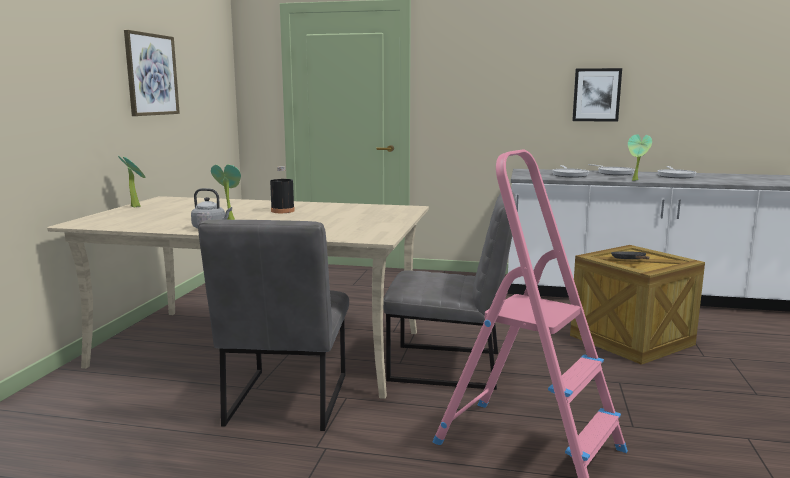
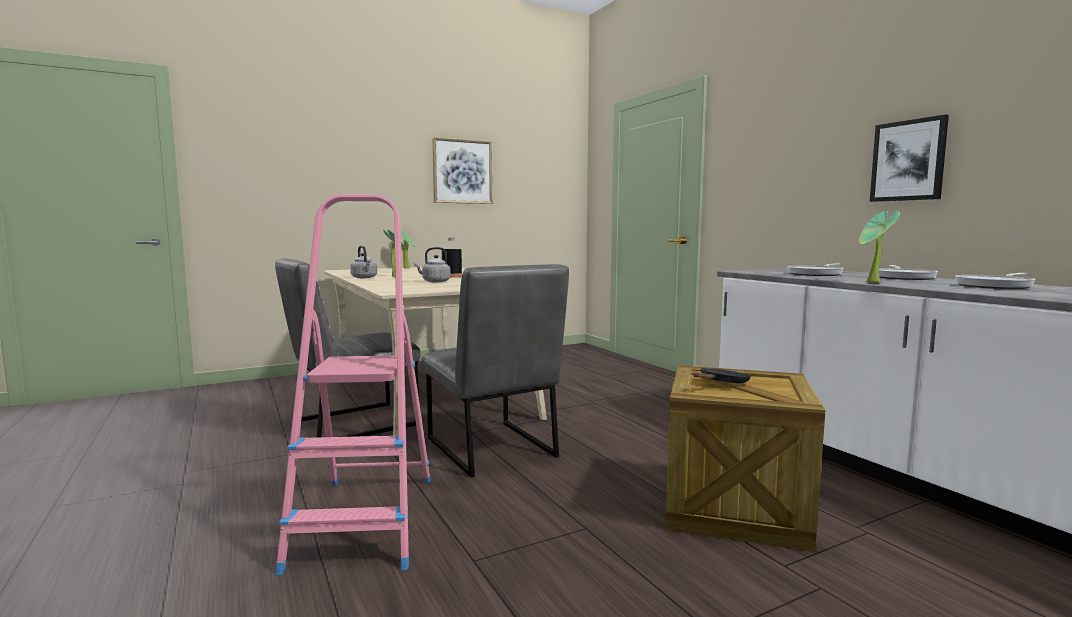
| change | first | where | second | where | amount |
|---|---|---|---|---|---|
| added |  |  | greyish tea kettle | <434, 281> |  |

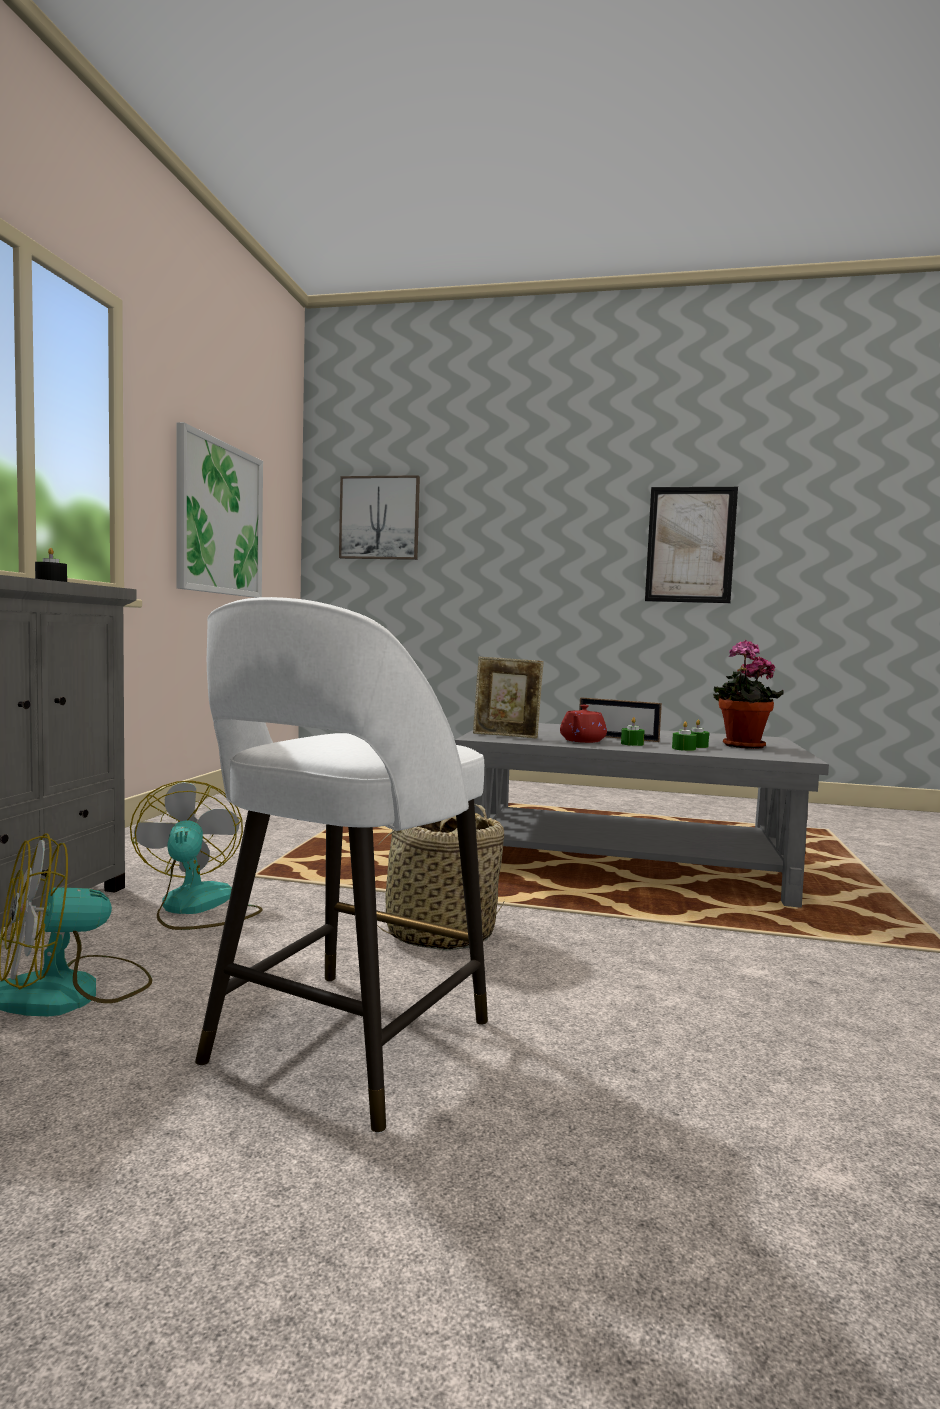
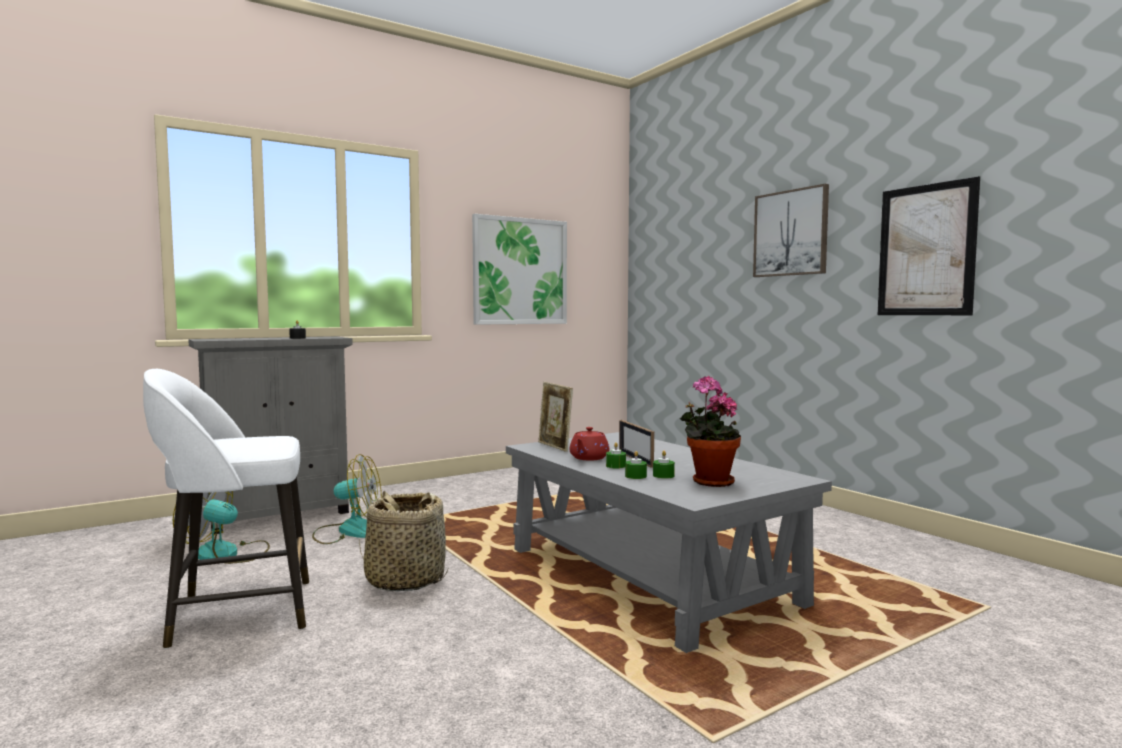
| change | first | where | second | where | amount |
|---|---|---|---|---|---|
| turned | fan | <197, 908> |  | <348, 531> | 60 degrees clockwise |
| moved | picture | <379, 518> |  | <790, 233> |  |
| turned | red teapot | <582, 741> |  | <588, 458> | 45 degrees counterclockwise |

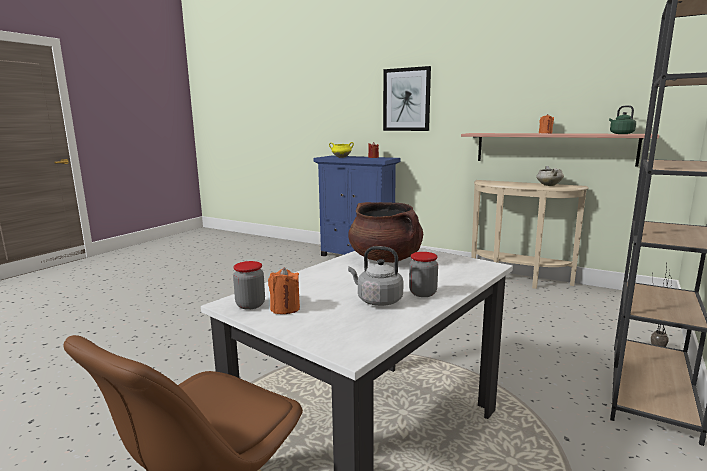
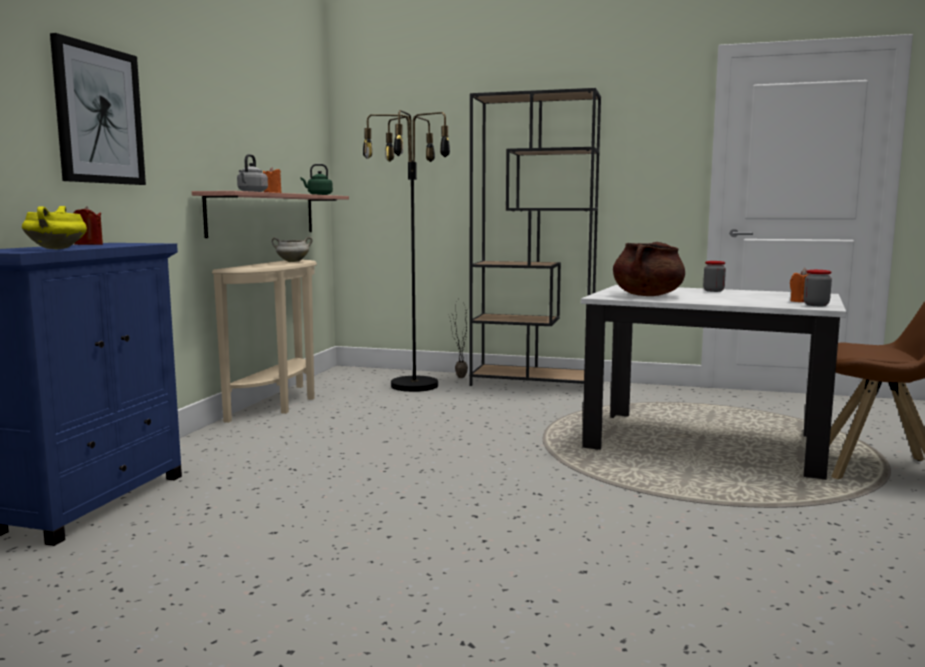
| change | first | where | second | where | amount |
|---|---|---|---|---|---|
| moved | greyish tea kettle | <377, 300> |  | <252, 192> |  |
| added |  |  | floor lamp | <413, 386> |  |

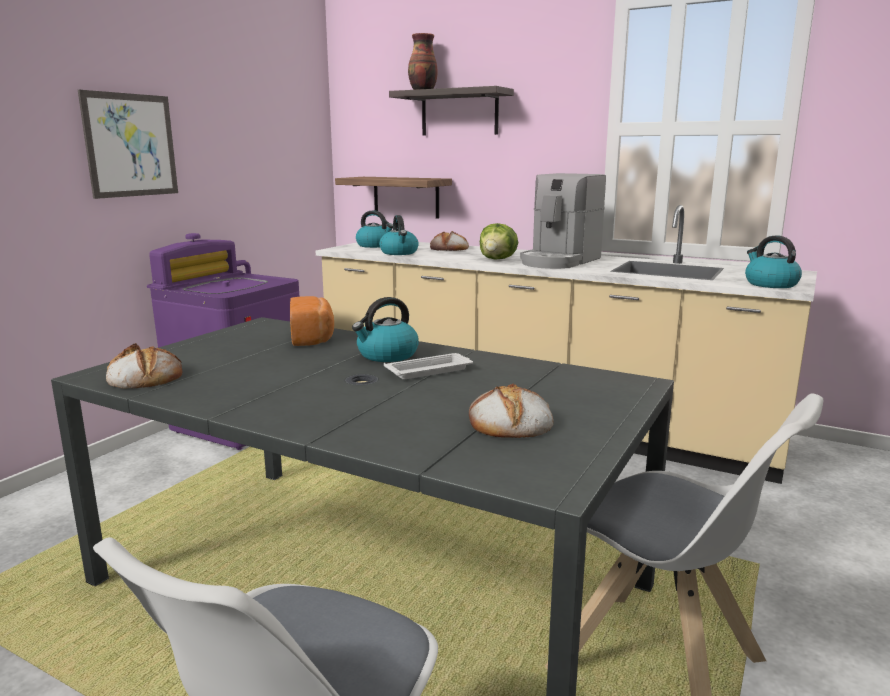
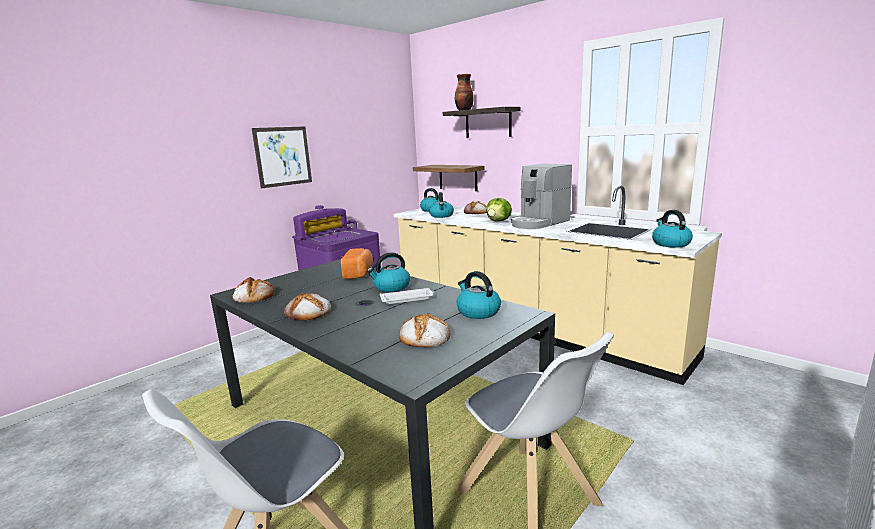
| change | first | where | second | where | amount |
|---|---|---|---|---|---|
| added |  |  | bread | <308, 313> |  |
| added |  |  | tea kettle | <477, 312> |  |

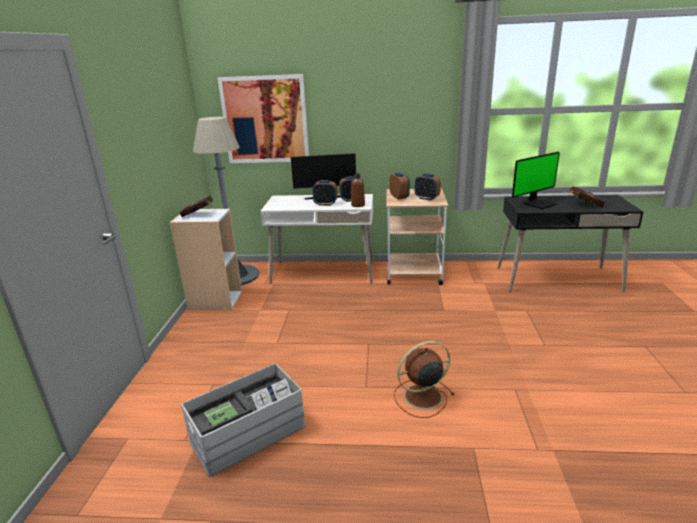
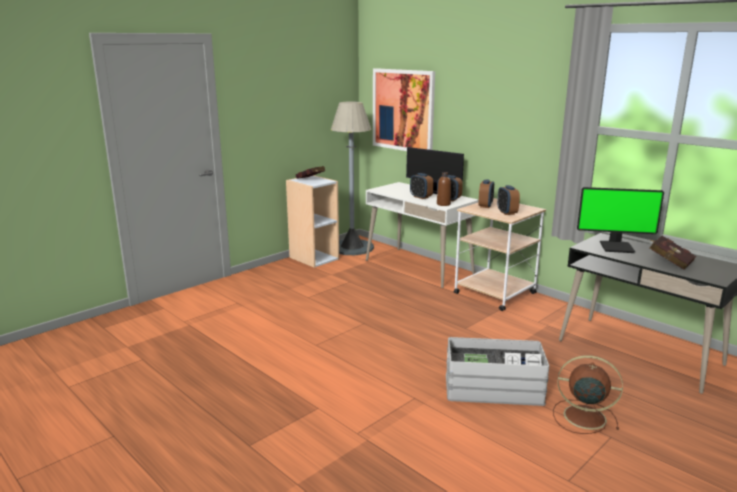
| change | first | where | second | where | amount |
|---|---|---|---|---|---|
| moved | greyish storage bin | <248, 432> |  | <493, 387> |  |
| moved | brown fan | <421, 397> |  | <582, 416> |  |

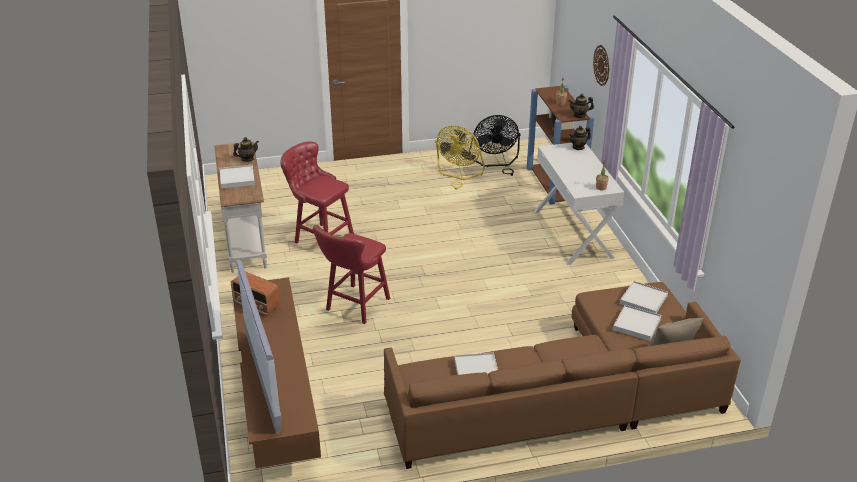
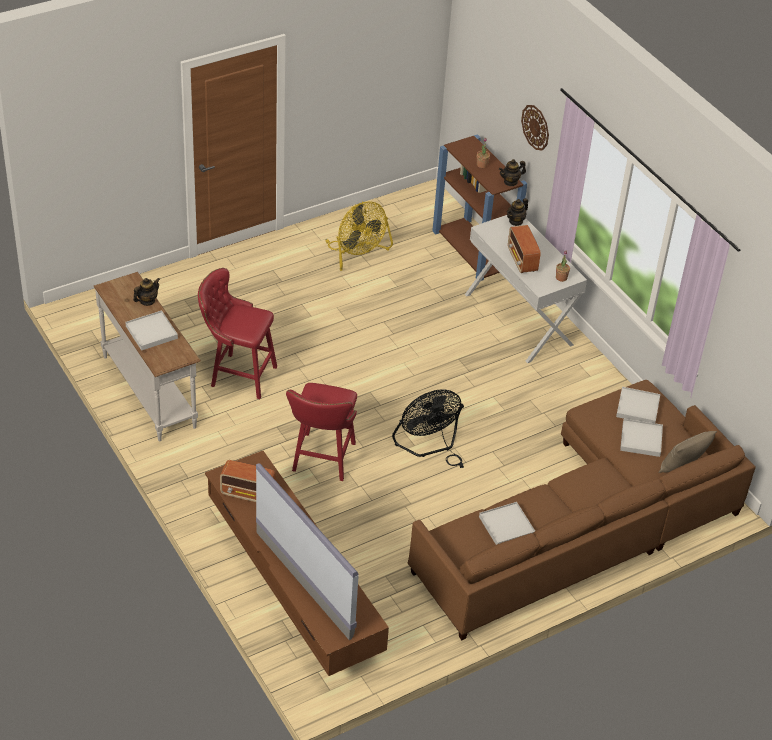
| change | first | where | second | where | amount |
|---|---|---|---|---|---|
| turned | yellowish fan | <457, 174> |  | <355, 254> | 135 degrees clockwise |
| moved | blackish fan | <497, 163> |  | <433, 445> |  |
| added |  |  | radio set | <522, 260> |  |

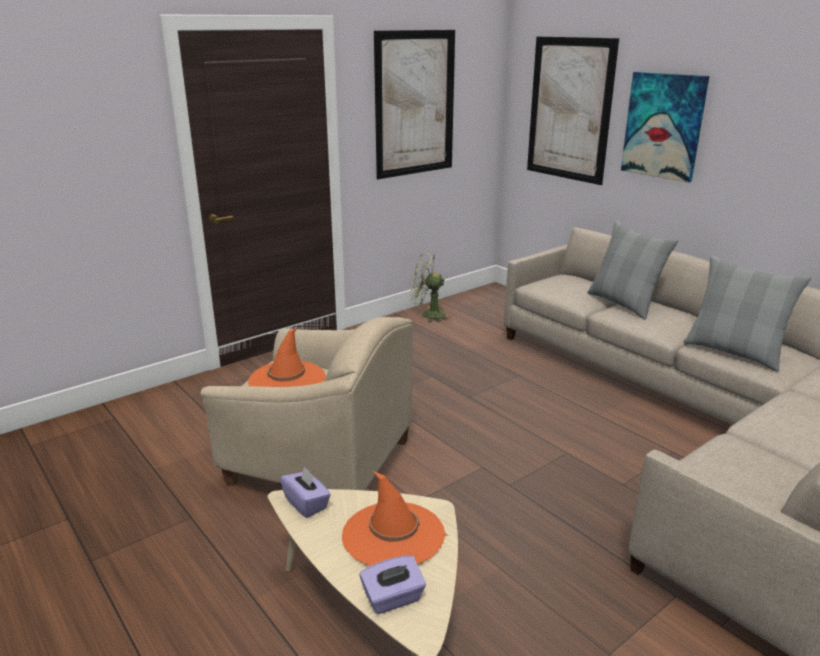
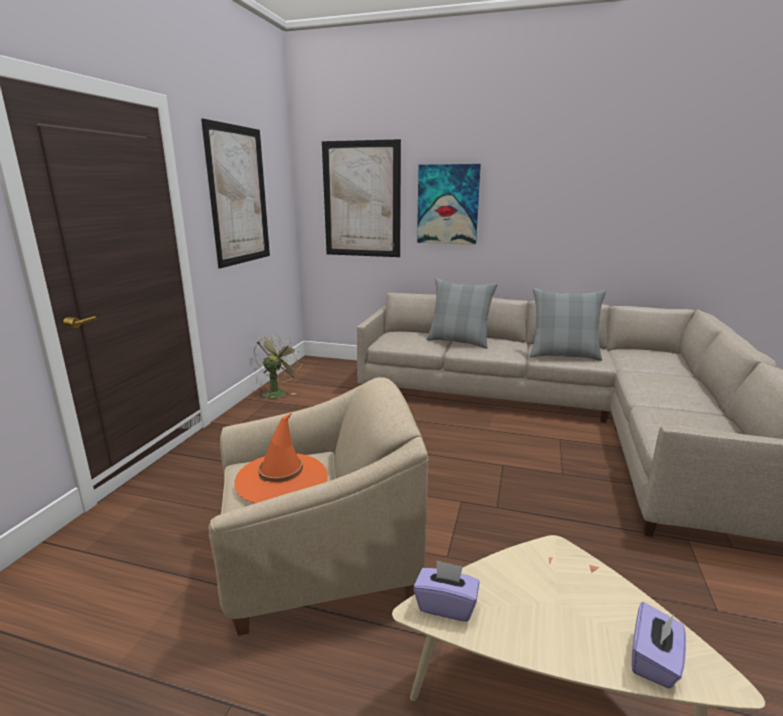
| change | first | where | second | where | amount |
|---|---|---|---|---|---|
| removed | orange clothing hat | <393, 535> |  |  |  |
| turned | greenish fan | <428, 315> |  | <277, 392> | 135 degrees clockwise |

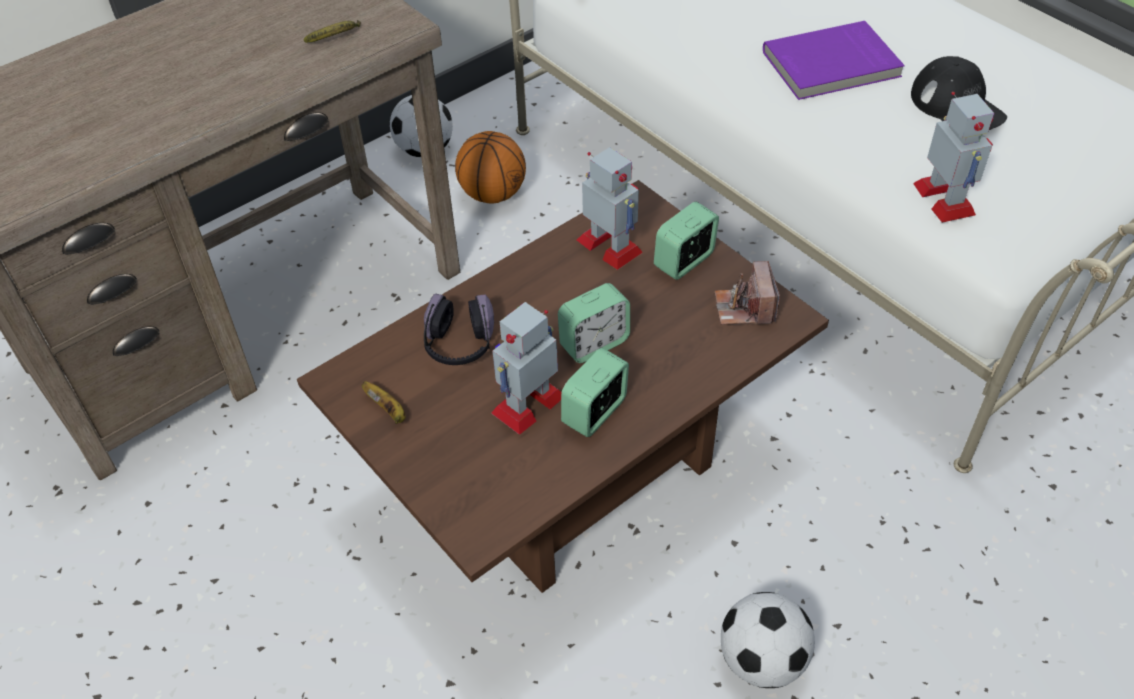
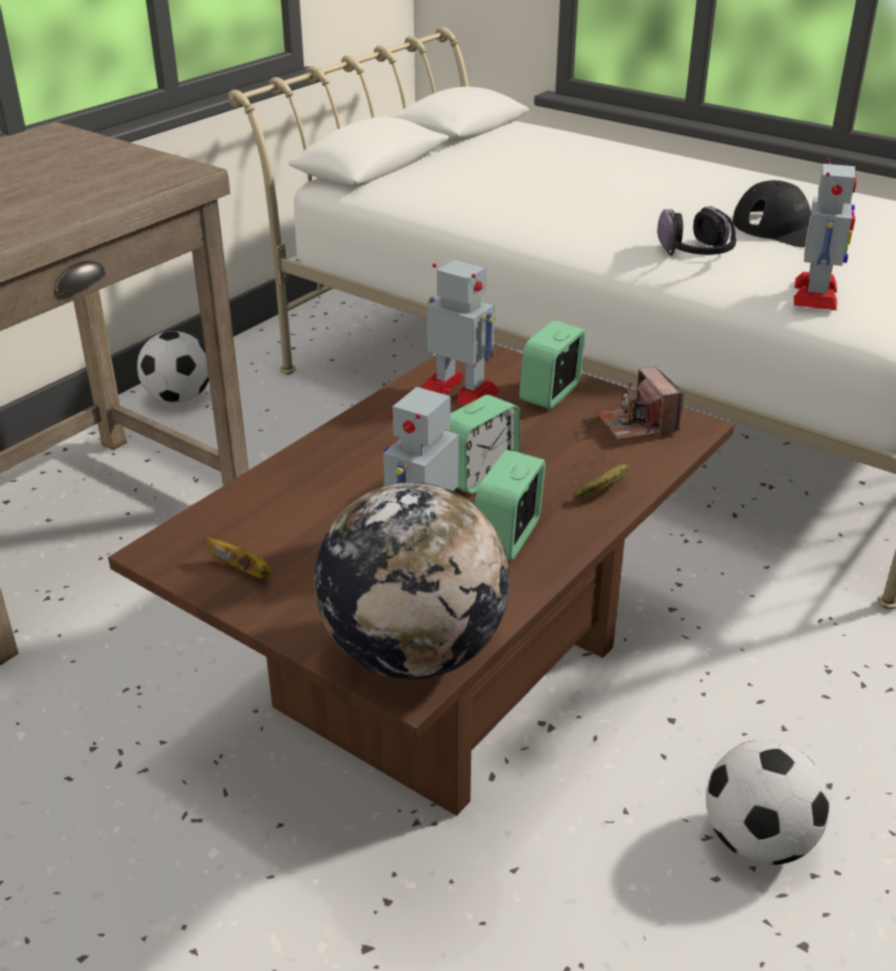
| change | first | where | second | where | amount |
|---|---|---|---|---|---|
| moved | banana fruit | <336, 38> |  | <606, 488> |  |
| moved | pair of headphones | <459, 344> |  | <696, 254> |  |
| removed | basketball | <493, 194> |  |  |  |
| removed | purple-coloured book | <832, 65> |  |  |  |
| turned | model robot | <944, 199> |  | <815, 294> | 45 degrees clockwise |
| added |  |  | globe | <414, 653> |  |

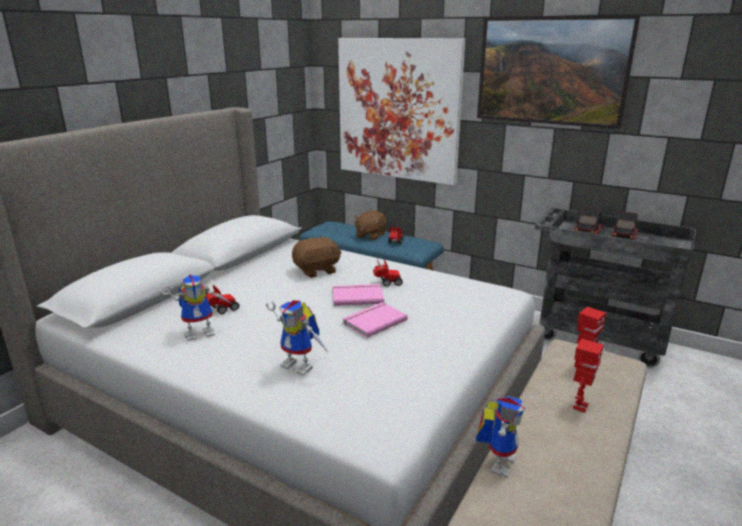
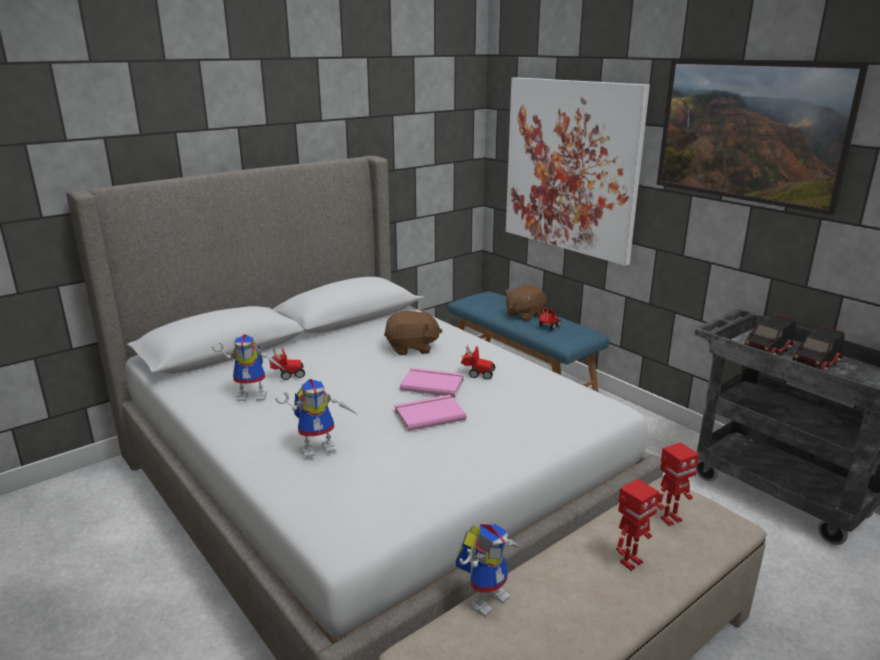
| change | first | where | second | where | amount |
|---|---|---|---|---|---|
| turned | model robot | <301, 365> |  | <320, 447> | 75 degrees counterclockwise |

